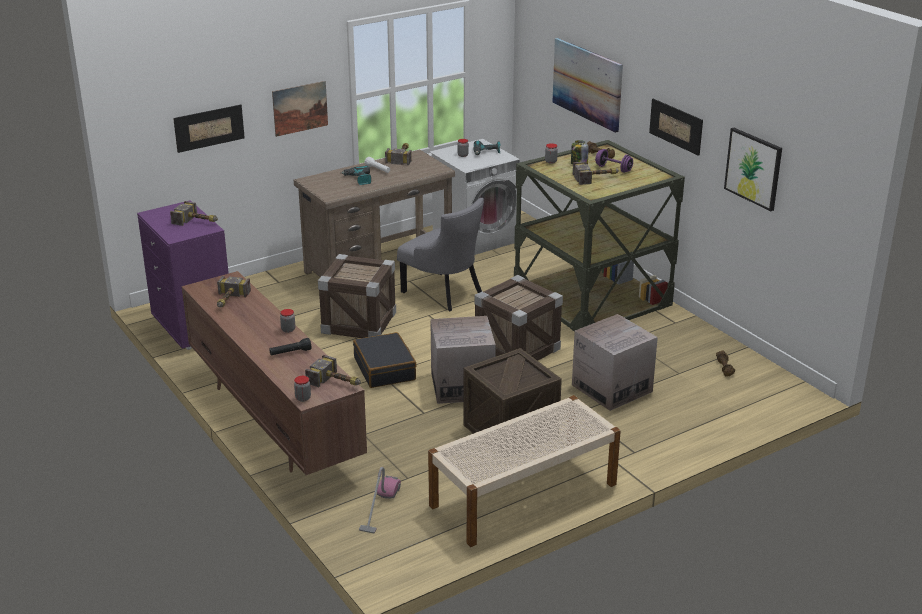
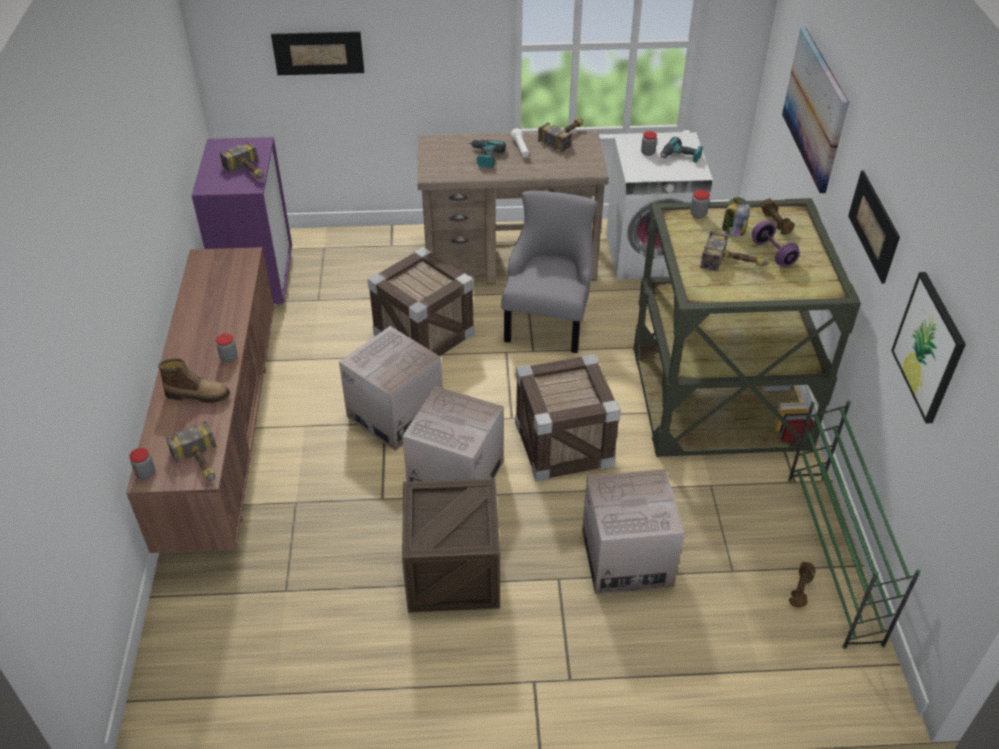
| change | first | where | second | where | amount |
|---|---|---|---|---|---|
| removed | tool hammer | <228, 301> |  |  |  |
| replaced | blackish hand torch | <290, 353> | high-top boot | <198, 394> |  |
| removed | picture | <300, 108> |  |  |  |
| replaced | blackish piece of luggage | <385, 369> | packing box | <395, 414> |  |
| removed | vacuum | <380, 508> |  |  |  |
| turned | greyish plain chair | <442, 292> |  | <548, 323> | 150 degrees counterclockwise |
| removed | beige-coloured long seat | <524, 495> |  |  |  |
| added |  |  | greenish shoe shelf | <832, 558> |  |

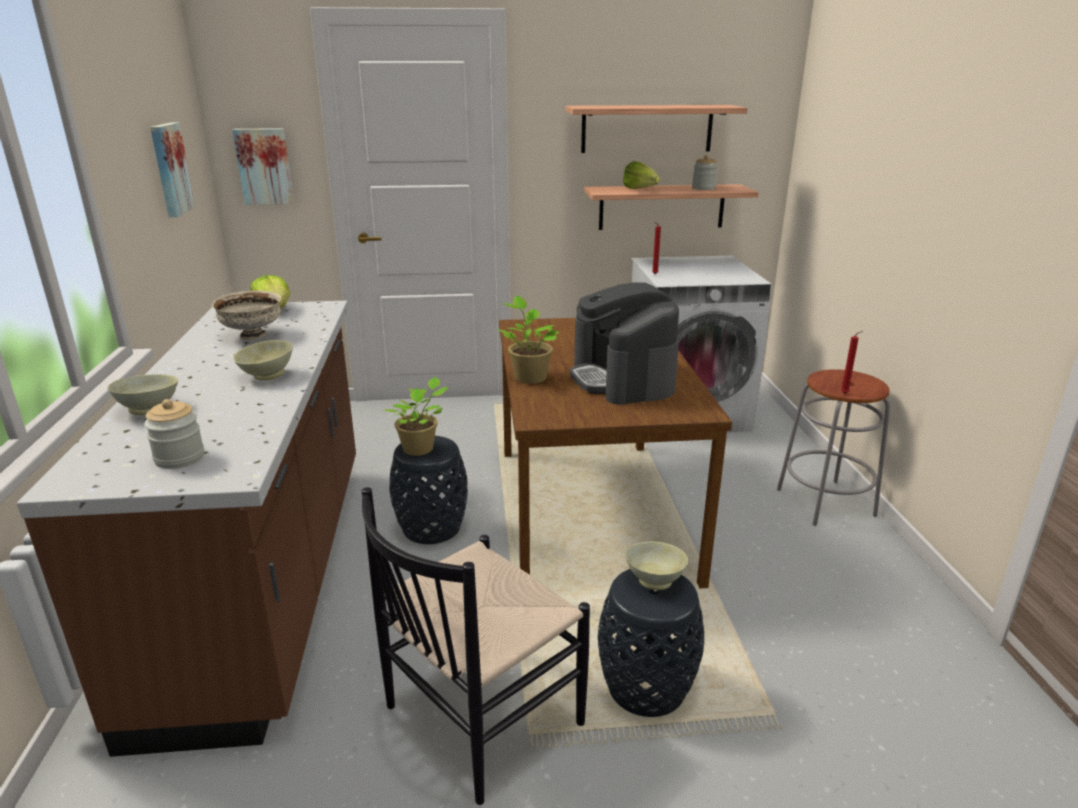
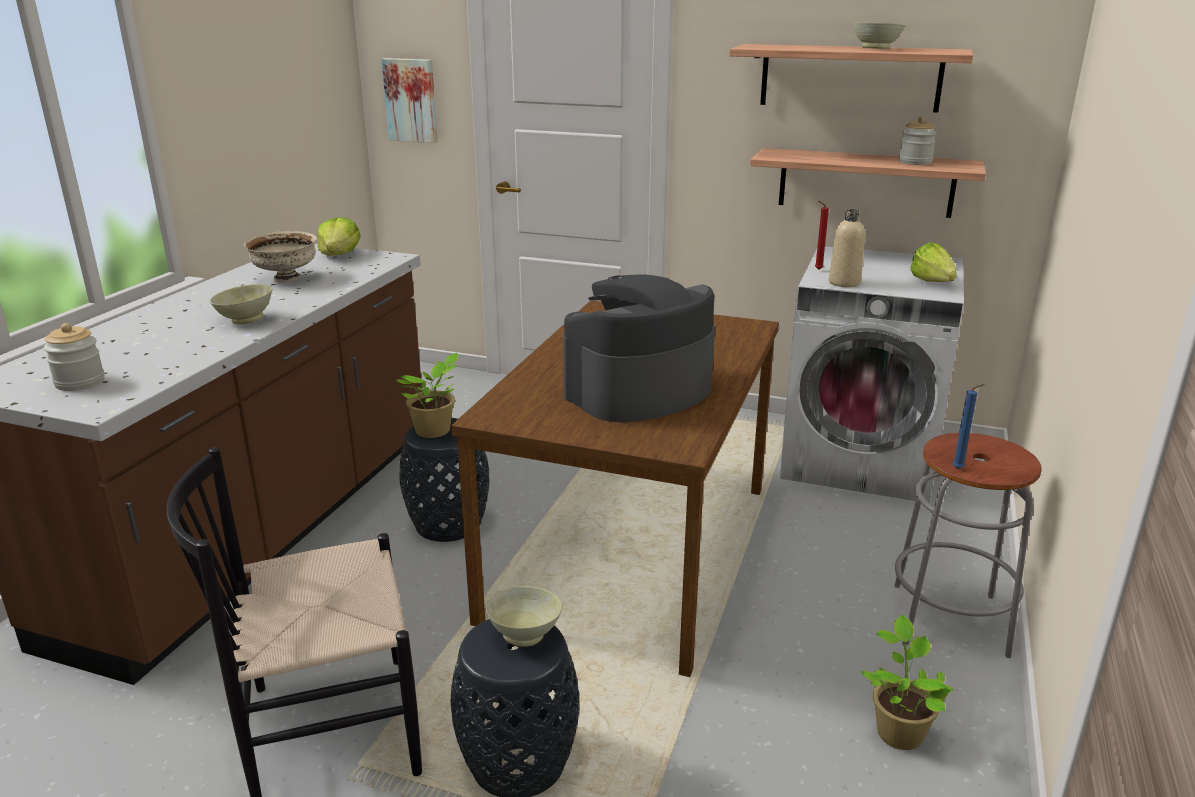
| change | first | where | second | where | amount |
|---|---|---|---|---|---|
| moved | beige-coloured serving bowl | <150, 409> |  | <876, 49> |  |
| removed | picture | <169, 169> |  |  |  |
| moved | houseplant | <529, 377> |  | <898, 731> |  |
| turned | coffee maker | <622, 379> |  | <638, 392> | 45 degrees clockwise |
| moved | lettuce | <642, 190> |  | <934, 284> |  |
| recoloured | red candle | <845, 393> | blue candle | <959, 469> |  |
| added |  |  | beige-coloured drink bottle | <844, 283> |  |

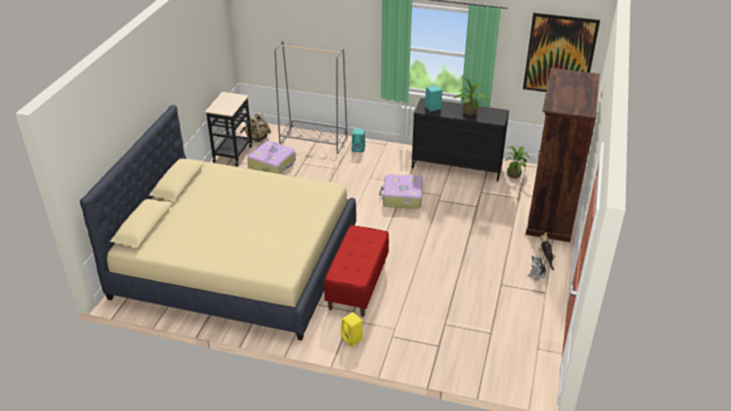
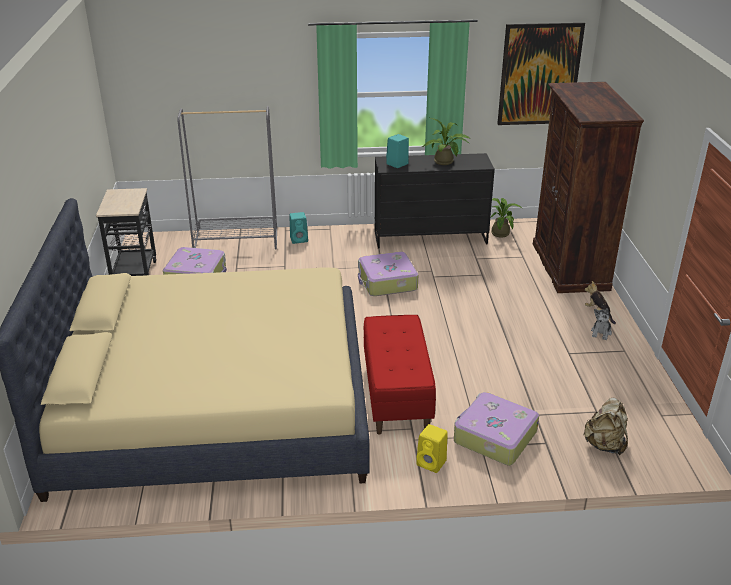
| change | first | where | second | where | amount |
|---|---|---|---|---|---|
| moved | beige-coloured knapsack | <257, 138> |  | <604, 444> |  |
| added |  |  | piece of luggage | <494, 437> |  |

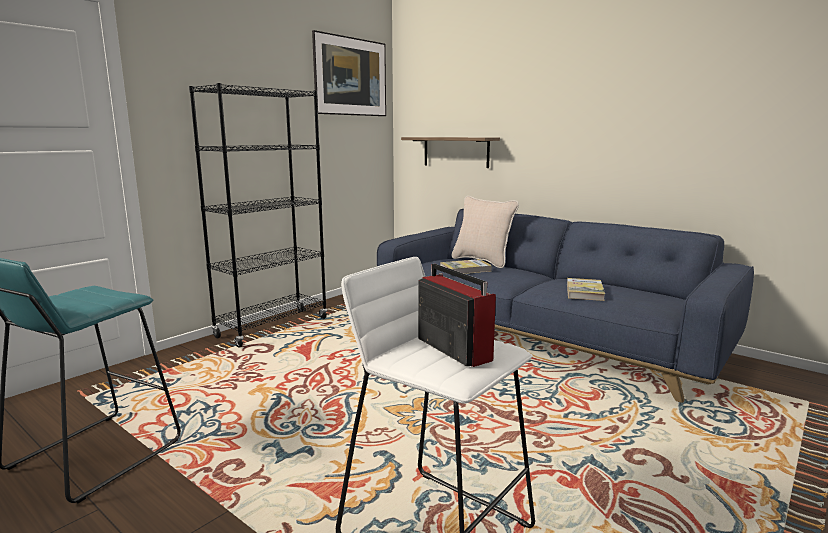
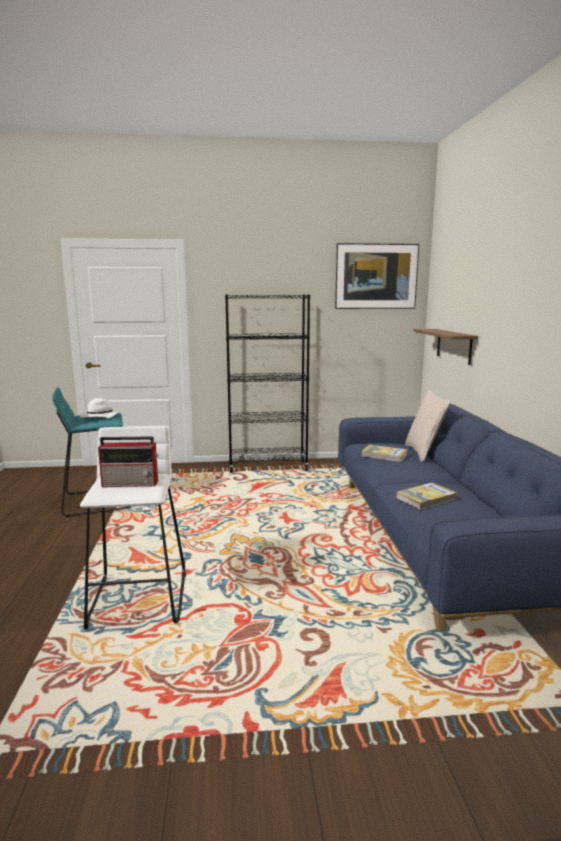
| change | first | where | second | where | amount |
|---|---|---|---|---|---|
| turned | radio set | <453, 348> |  | <132, 483> | 75 degrees clockwise |
| added |  |  | white clothing hat | <99, 417> |  |

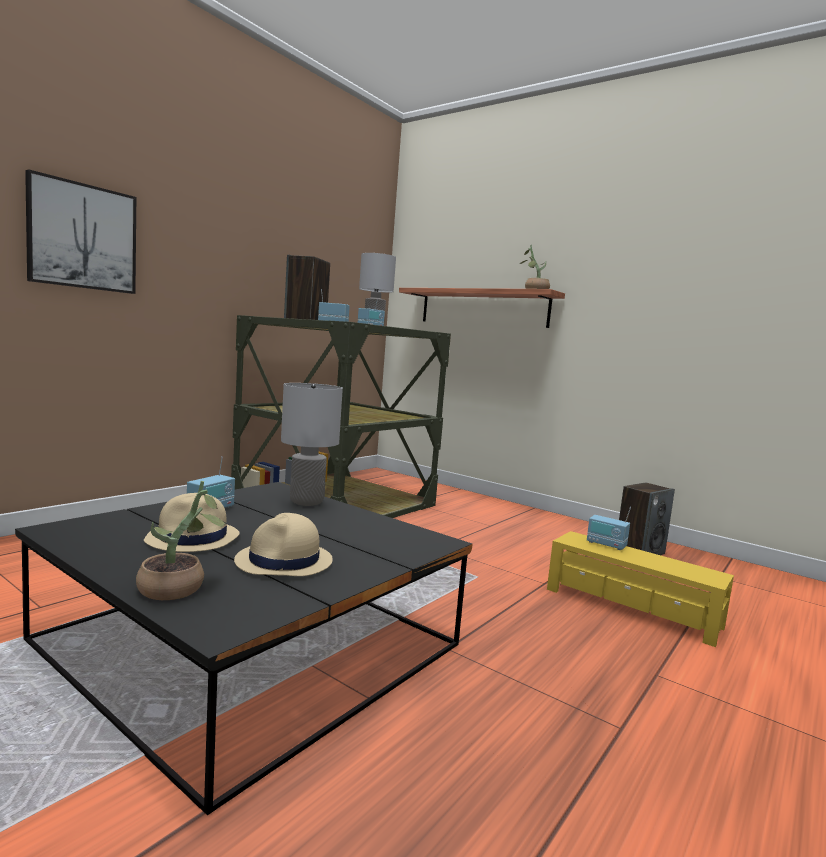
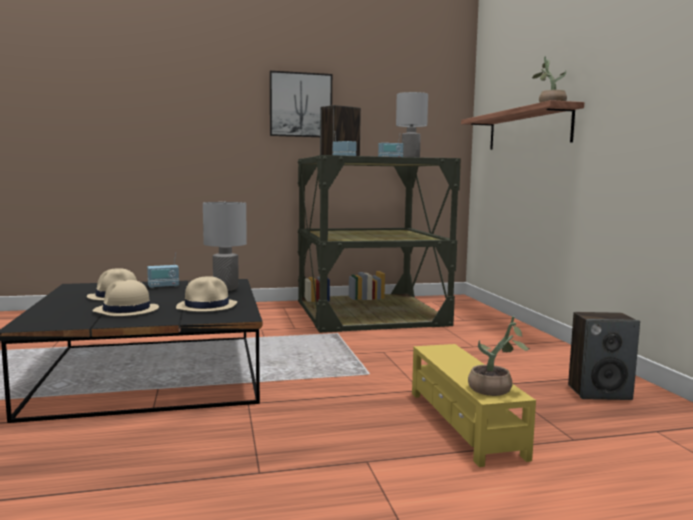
| change | first | where | second | where | amount |
|---|---|---|---|---|---|
| moved | picture | <83, 237> |  | <300, 105> |  |
| moved | houseplant | <179, 589> |  | <495, 390> |  |
| removed | radio set | <606, 545> |  |  |  |
| added |  |  | beige-coloured clothing hat | <207, 306> |  |

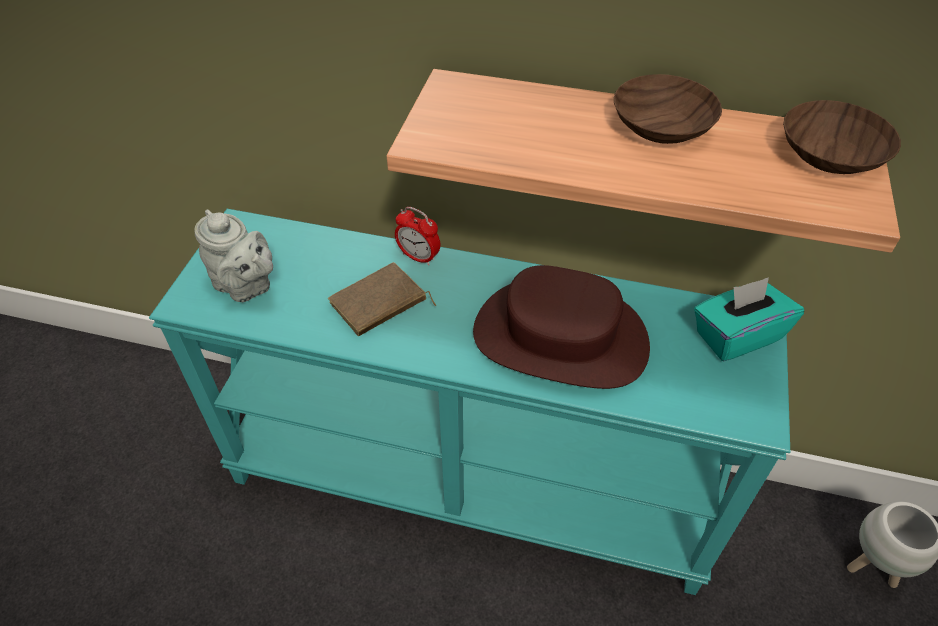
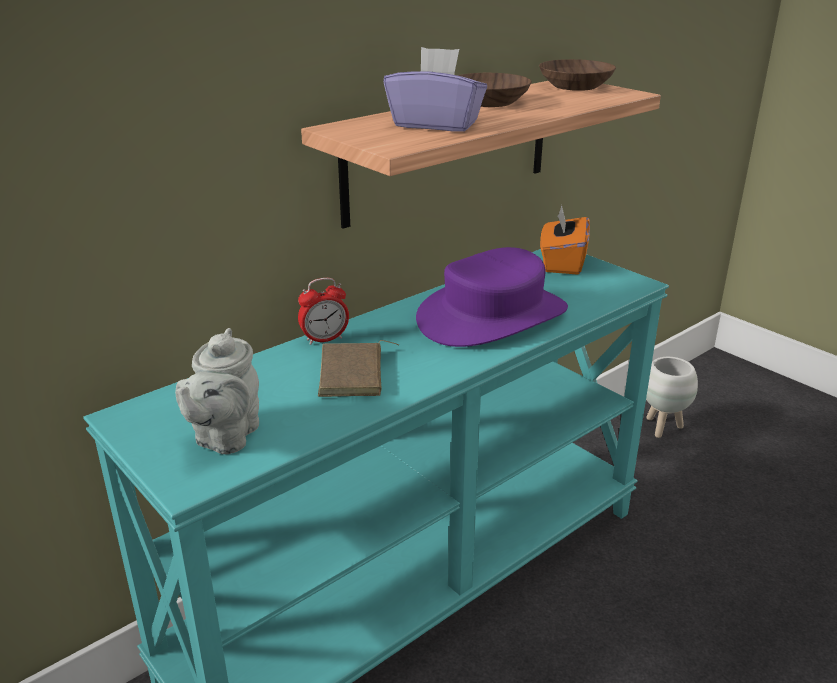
| change | first | where | second | where | amount |
|---|---|---|---|---|---|
| turned | greyish teapot | <245, 287> |  | <224, 437> | 120 degrees clockwise |
| recoloured | brown clothing hat | <559, 338> | purple-coloured clothing hat | <492, 316> |  |
| recoloured | blue-green box of tissues | <736, 335> | orange box of tissues | <562, 263> |  |
| added |  |  | purple-coloured box of tissues | <436, 124> |  |

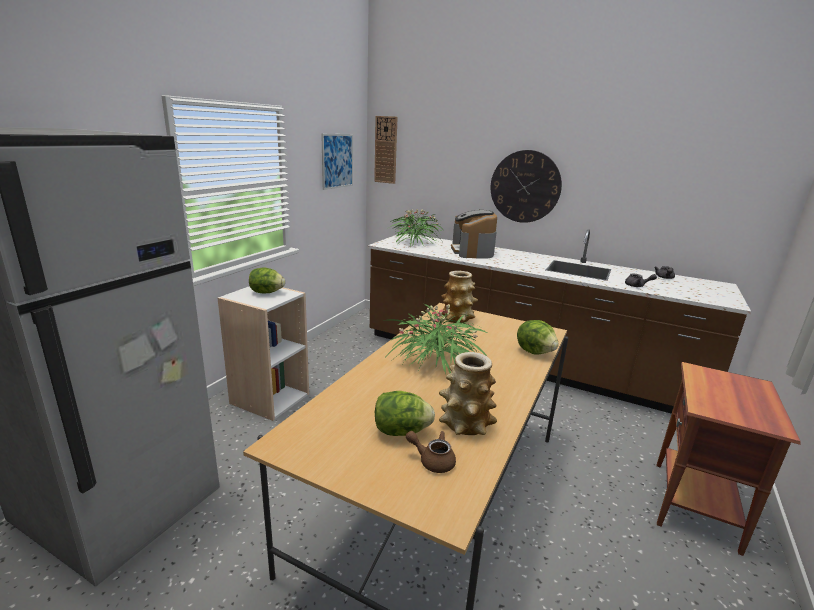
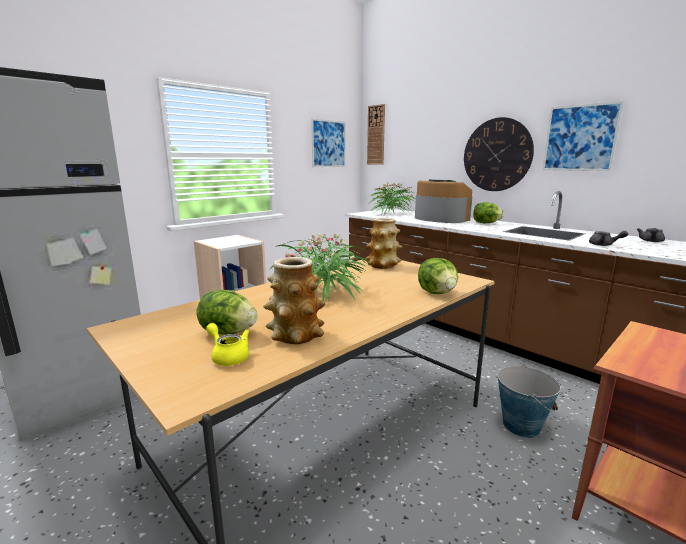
| change | first | where | second | where | amount |
|---|---|---|---|---|---|
| moved | lettuce | <266, 292> |  | <486, 223> |  |
| recoloured | brown teapot | <432, 460> | yellowish teapot | <228, 356> |  |
| turned | coffee maker | <472, 251> |  | <440, 219> | 120 degrees clockwise |
| added |  |  | water bucket | <521, 425> |  |
| added |  |  | picture | <580, 138> |  |

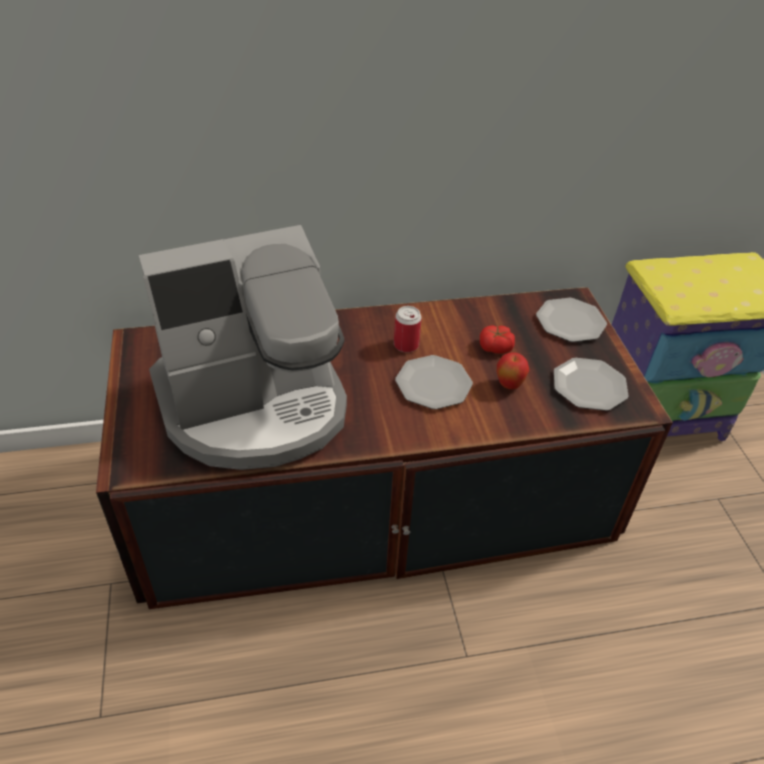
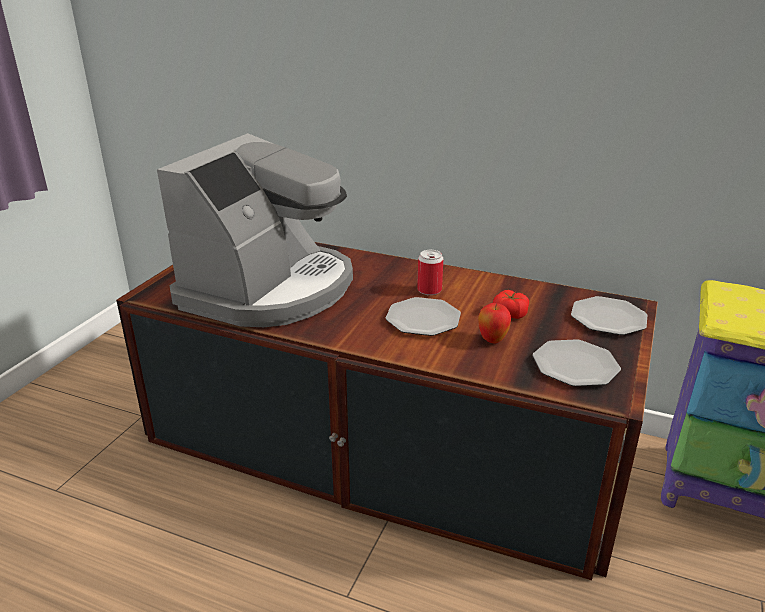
| change | first | where | second | where | amount |
|---|---|---|---|---|---|
| turned | coffee maker | <255, 405> |  | <270, 289> | 75 degrees counterclockwise |

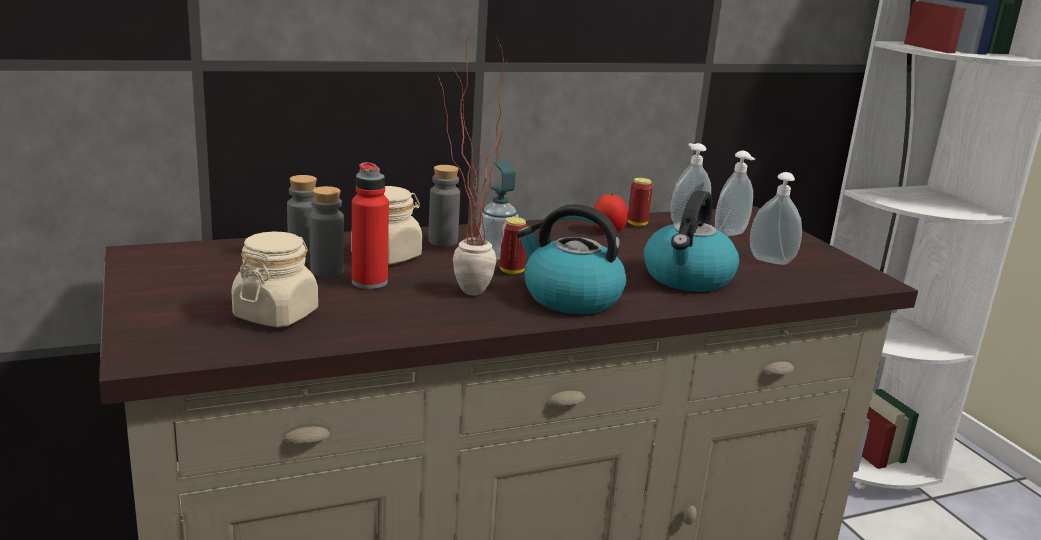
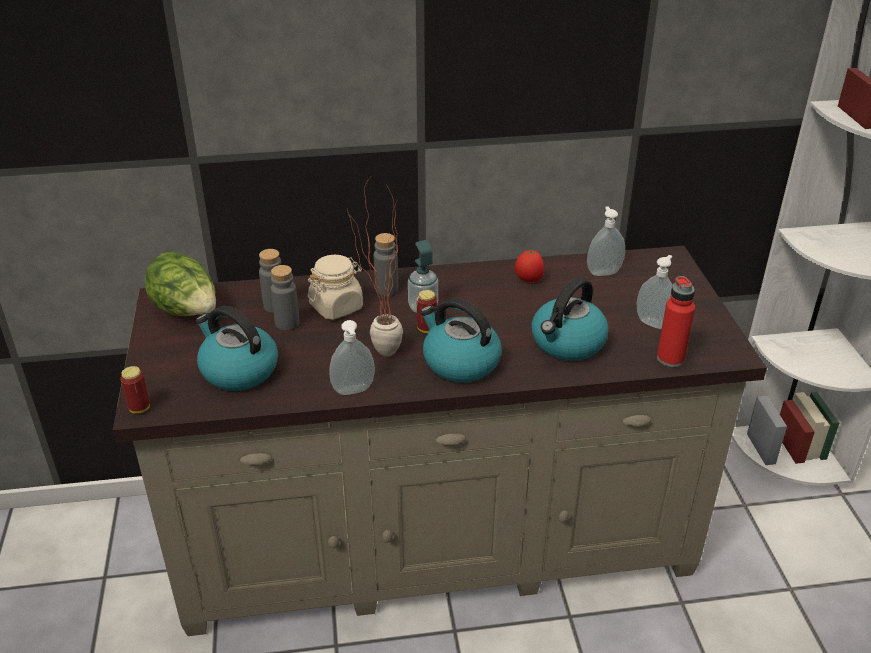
| change | first | where | second | where | amount |
|---|---|---|---|---|---|
| replaced | beige-coloured jar | <276, 314> | tea kettle | <238, 370> |  |
| moved | red drink bottle | <369, 282> |  | <670, 358> |  |
| moved | metal can | <637, 224> |  | <139, 408> |  |
| moved | soap bottle | <731, 234> |  | <354, 391> |  |
| added |  |  | lettuce | <187, 312> |  |

